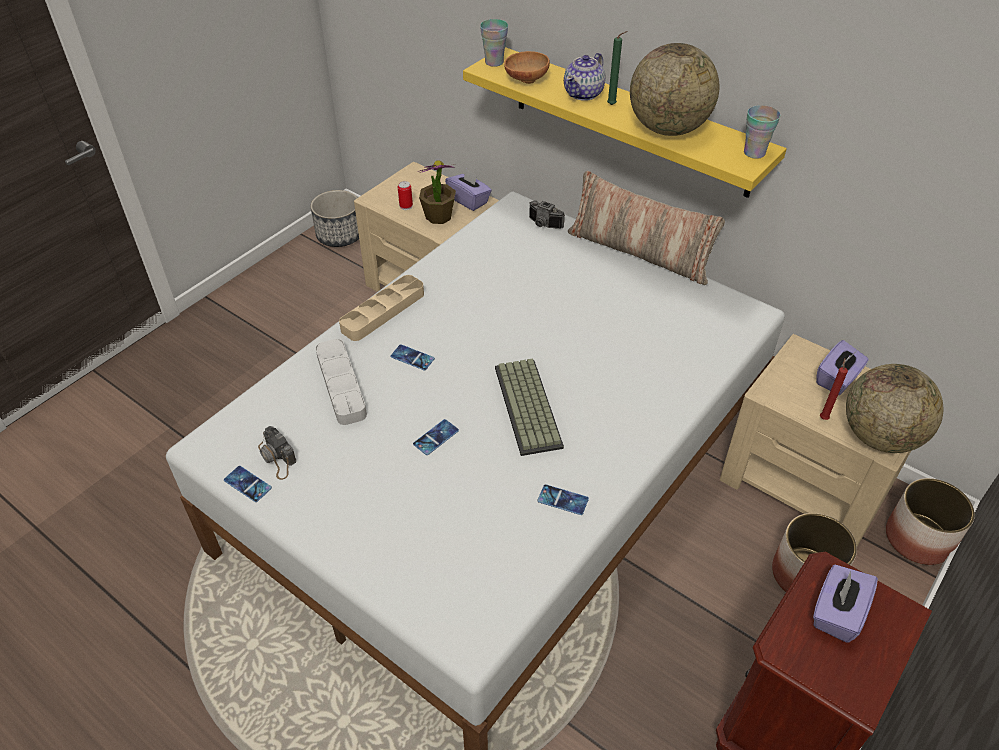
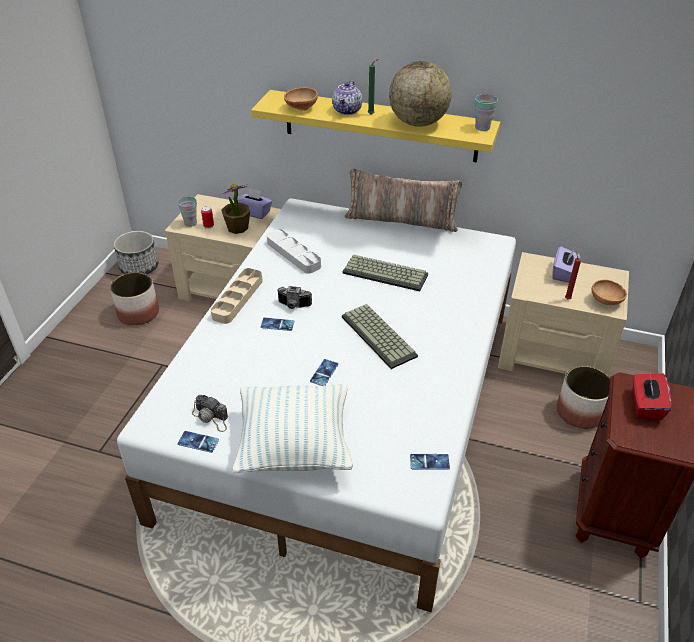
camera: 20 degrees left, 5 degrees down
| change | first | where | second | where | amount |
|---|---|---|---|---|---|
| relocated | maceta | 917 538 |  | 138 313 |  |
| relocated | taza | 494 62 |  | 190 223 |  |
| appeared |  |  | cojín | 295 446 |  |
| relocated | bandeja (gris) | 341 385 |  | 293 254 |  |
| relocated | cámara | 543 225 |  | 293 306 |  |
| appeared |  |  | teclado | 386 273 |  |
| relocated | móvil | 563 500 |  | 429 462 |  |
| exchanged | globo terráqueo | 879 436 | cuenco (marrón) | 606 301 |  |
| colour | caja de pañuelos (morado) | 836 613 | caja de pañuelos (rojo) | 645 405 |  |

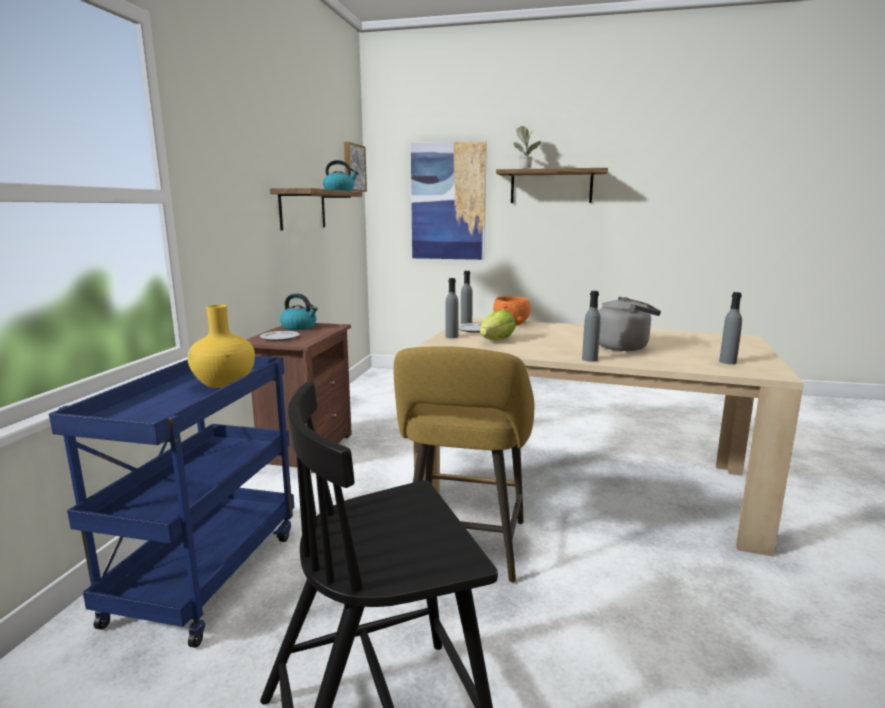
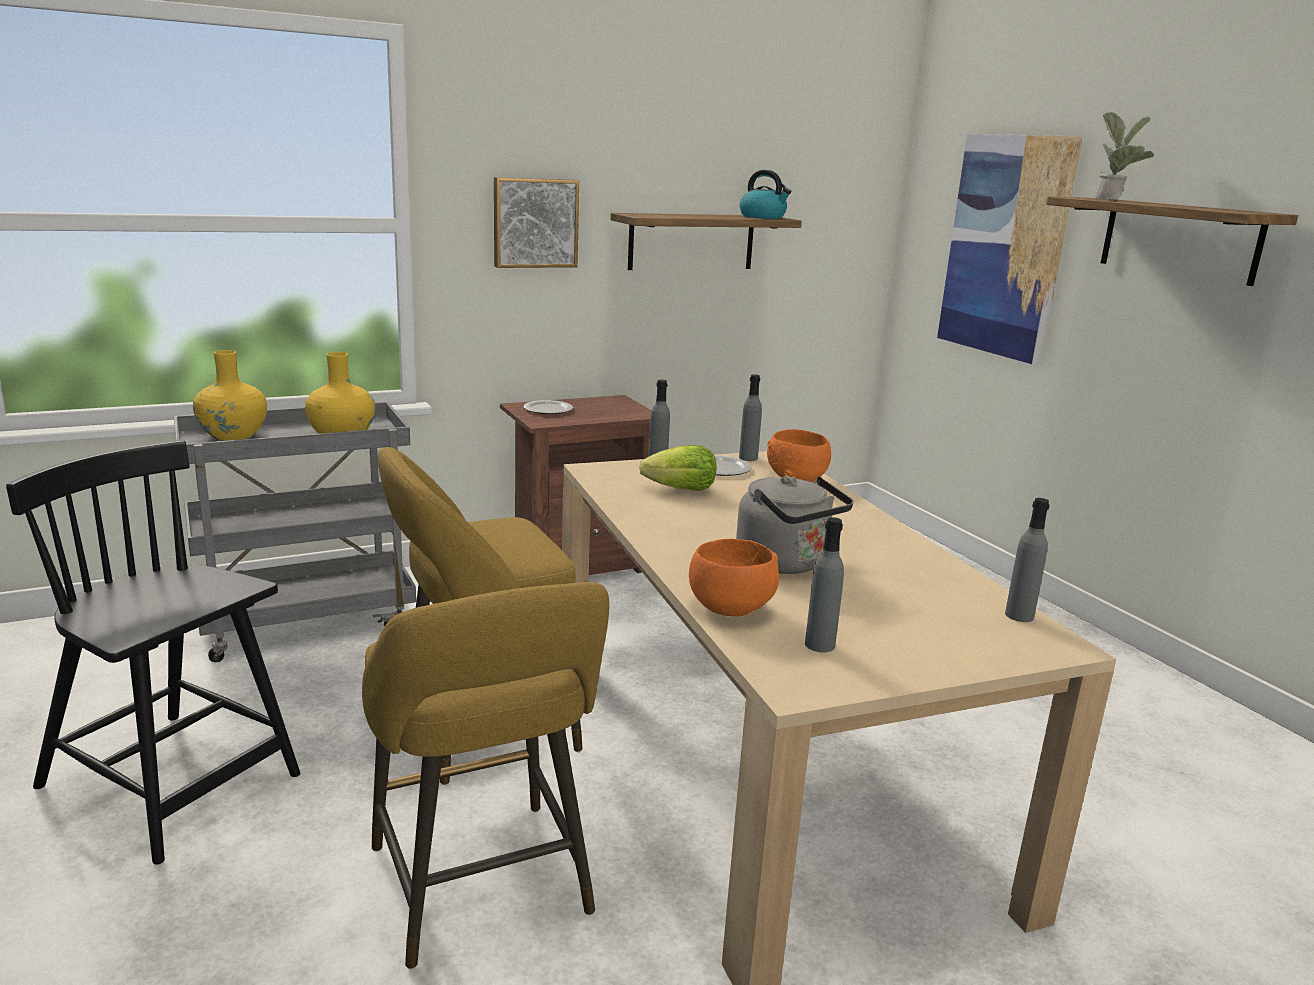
camera: 50 degrees right, 5 degrees up
| change | first | where | second | where | amount |
|---|---|---|---|---|---|
| colour | carrito (azul) | 207 574 | carrito (gris) | 309 621 |  |
| appeared |  |  | florero (amarillo) | 233 435 |  |
| appeared |  |  | taburete (amarillo) | 484 890 |  |
| relocated | cuadro | 353 167 |  | 535 223 |  |
| appeared |  |  | cuenco (naranja) | 729 609 |  |
| relocated | botella (gris) | 589 359 |  | 1019 615 |  |
| missing | hervidor | 299 327 |  |  |  |

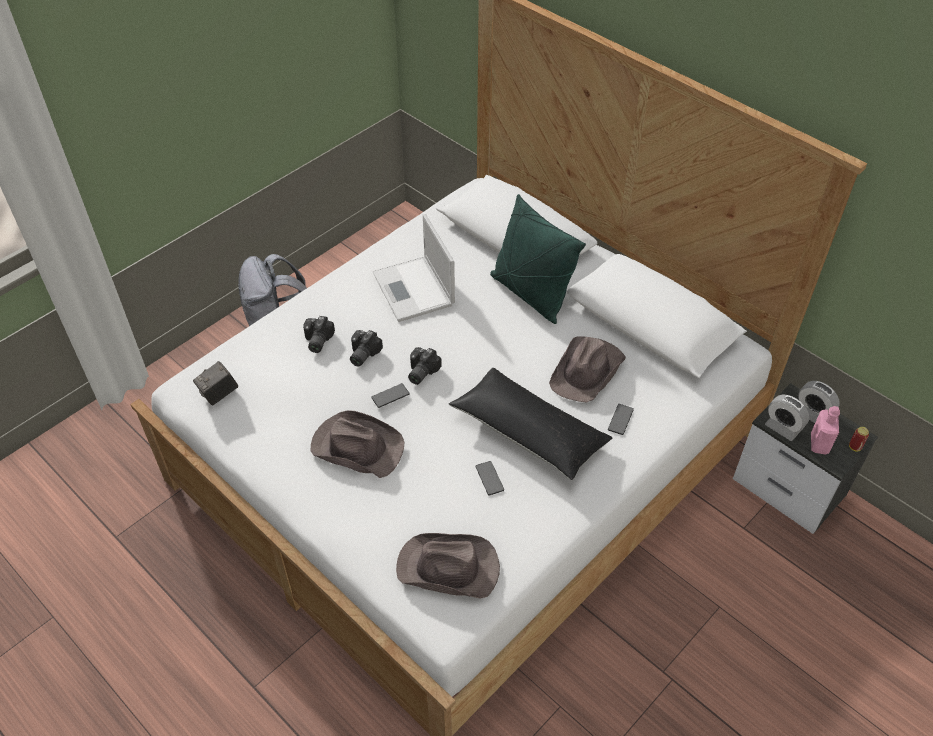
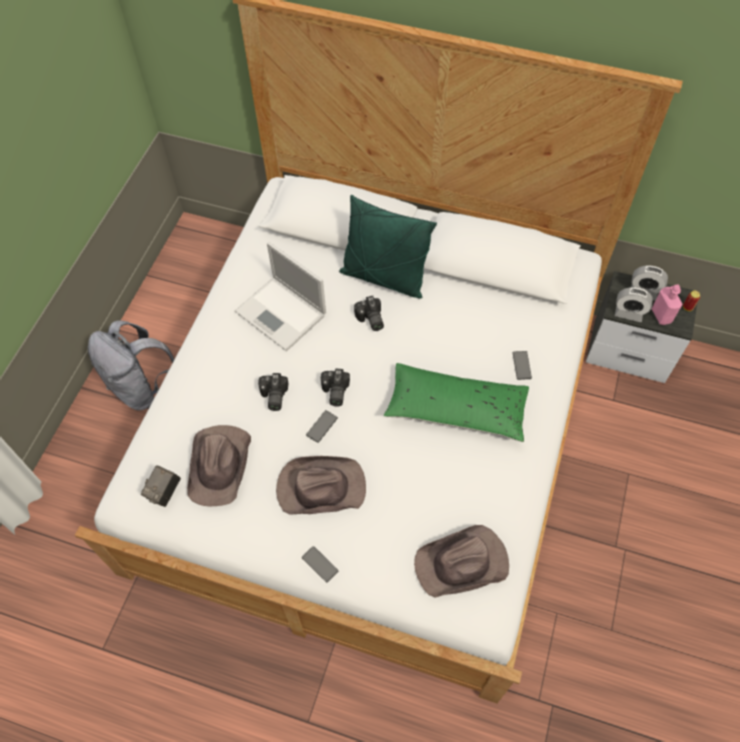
camera: 25 degrees left, 10 degrees up
| change | first | where | second | where | amount |
|---|---|---|---|---|---|
| relocated | sombrero (marrón) | 587 371 |  | 220 465 |  |
| relocated | móvil | 489 478 |  | 320 564 |  |
| relocated | cámara | 316 341 |  | 370 320 |  |
| colour | cojín (negro) | 529 432 | cojín (verde) | 456 409 |  |

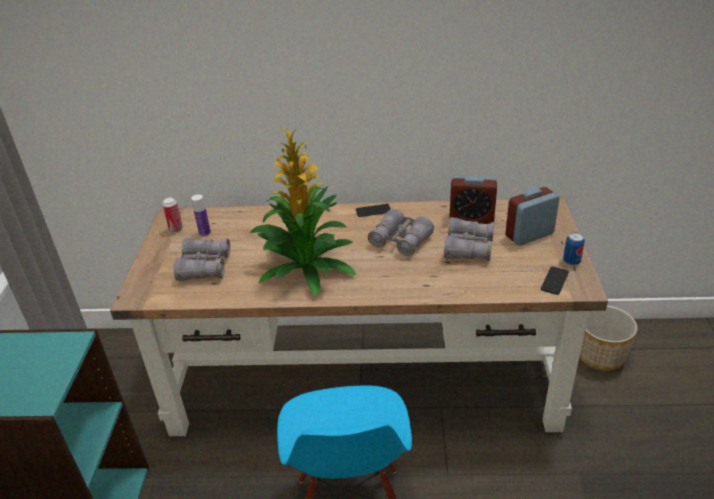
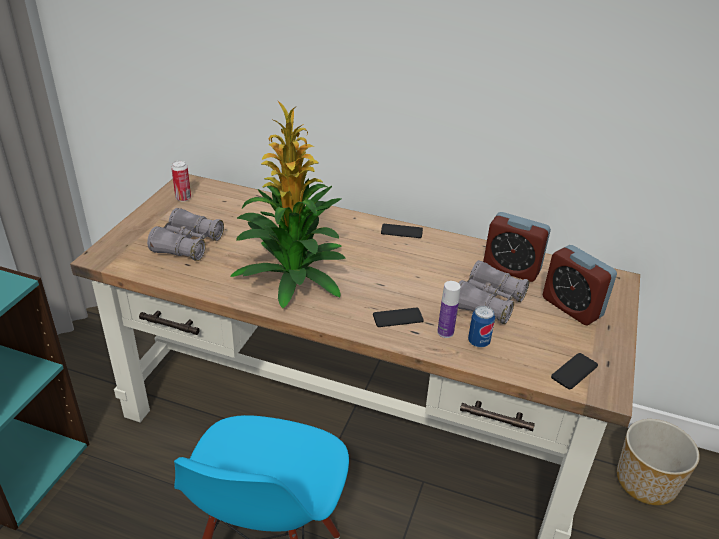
camera: 15 degrees right, 0 degrees up
| change | first | where | second | where | amount |
|---|---|---|---|---|---|
| appeared |  |  | móvil | 398 318 |  |
| relocated | botella | 205 233 |  | 445 332 |  |
| relocated | lata | 571 261 |  | 478 342 |  |
| spun | despertador | 529 235 |  | 572 307 | 120 degrees counterclockwise |
| missing | prismáticos (gris) | 400 241 |  |  |  |

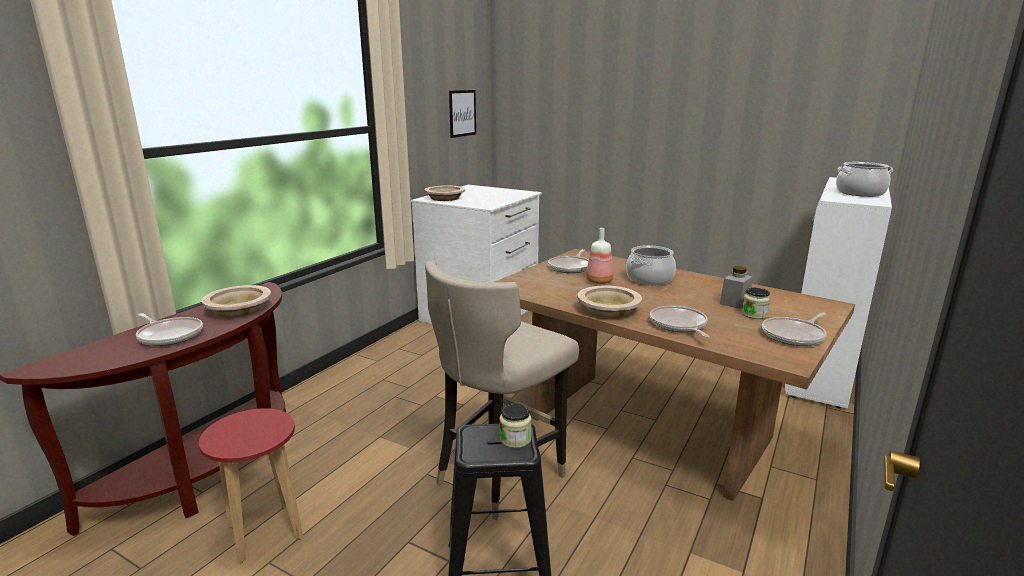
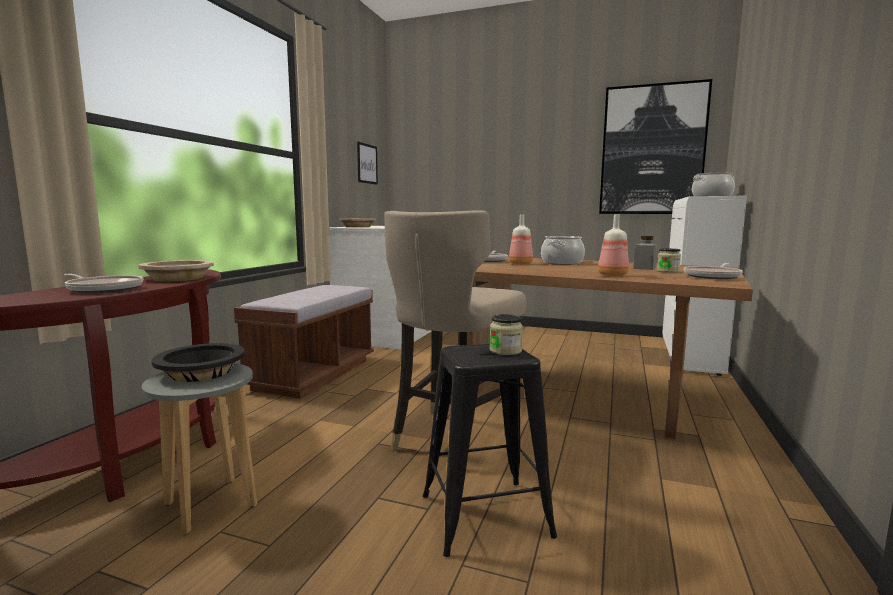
camera: 10 degrees left, 10 degrees down
| change | first | where | second | where | amount |
|---|---|---|---|---|---|
| colour | taburete (rojo) | 265 532 | taburete (gris) | 210 505 |  |
| appeared |  |  | cuenco (negro) | 201 372 |  |
| appeared |  |  | banco (marrón) | 313 374 |  |
| exchanged | sartén | 679 325 | botella | 612 275 |  |
| appeared |  |  | cuadro | 652 150 |  |
| missing | cuenco (beis) | 608 309 |  |  |  |

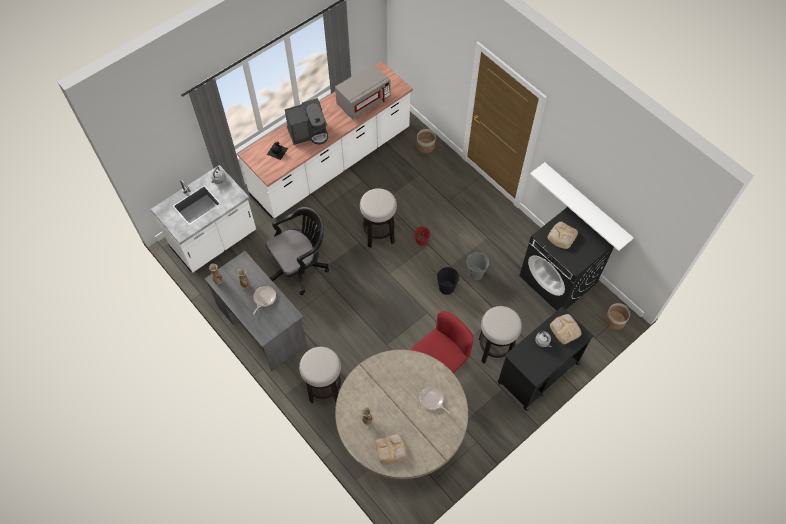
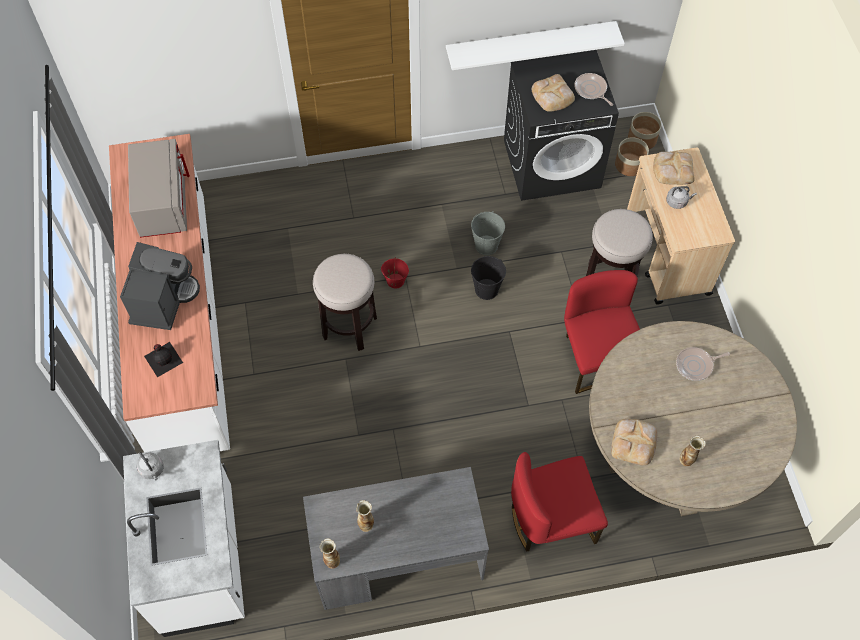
camera: 60 degrees left, 0 degrees up
| change | first | where | second | where | amount |
|---|---|---|---|---|---|
| exchanged | taburete | 324 388 | silla (rojo) | 551 519 |  |
| relocated | sartén | 264 298 |  | 591 90 |  |
| relocated | pan | 392 450 |  | 634 442 |  |
| relocated | maceta | 425 146 |  | 629 165 |  |
| colour | carrito (negro) | 537 373 | carrito (beis) | 667 255 |  |
| missing | silla de oficina (negro) | 300 266 |  |  |  |

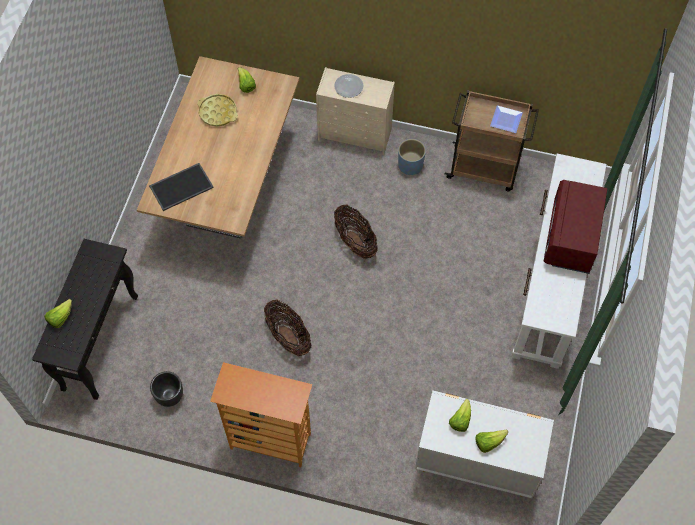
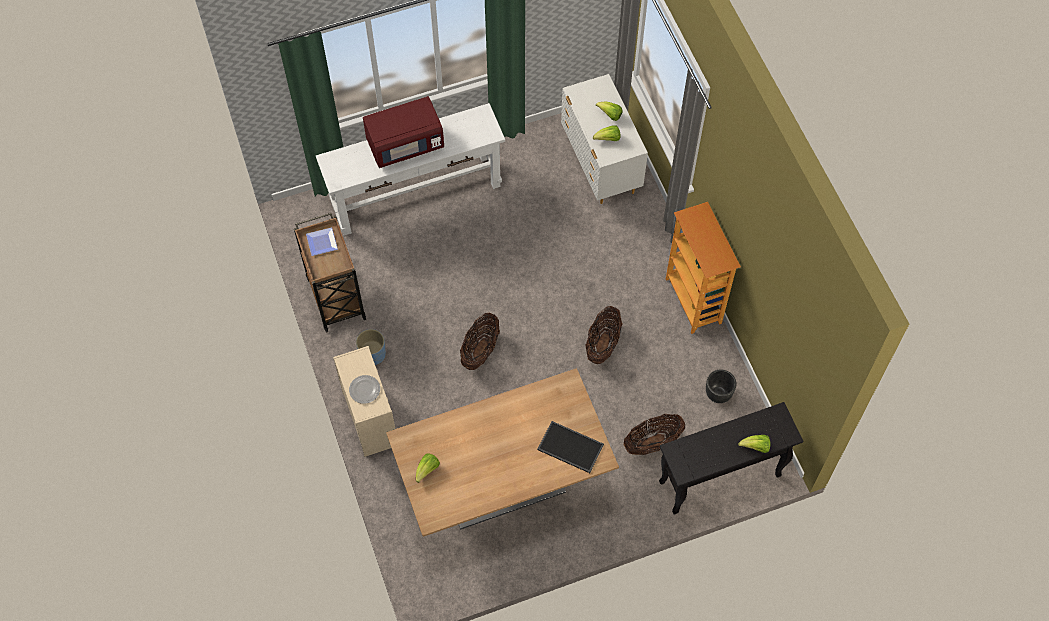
camera: 125 degrees left, 0 degrees up
| change | first | where | second | where | amount |
|---|---|---|---|---|---|
| appeared |  |  | cesta | 652 442 |  |
| missing | bandeja (amarillo) | 218 112 |  |  |  |

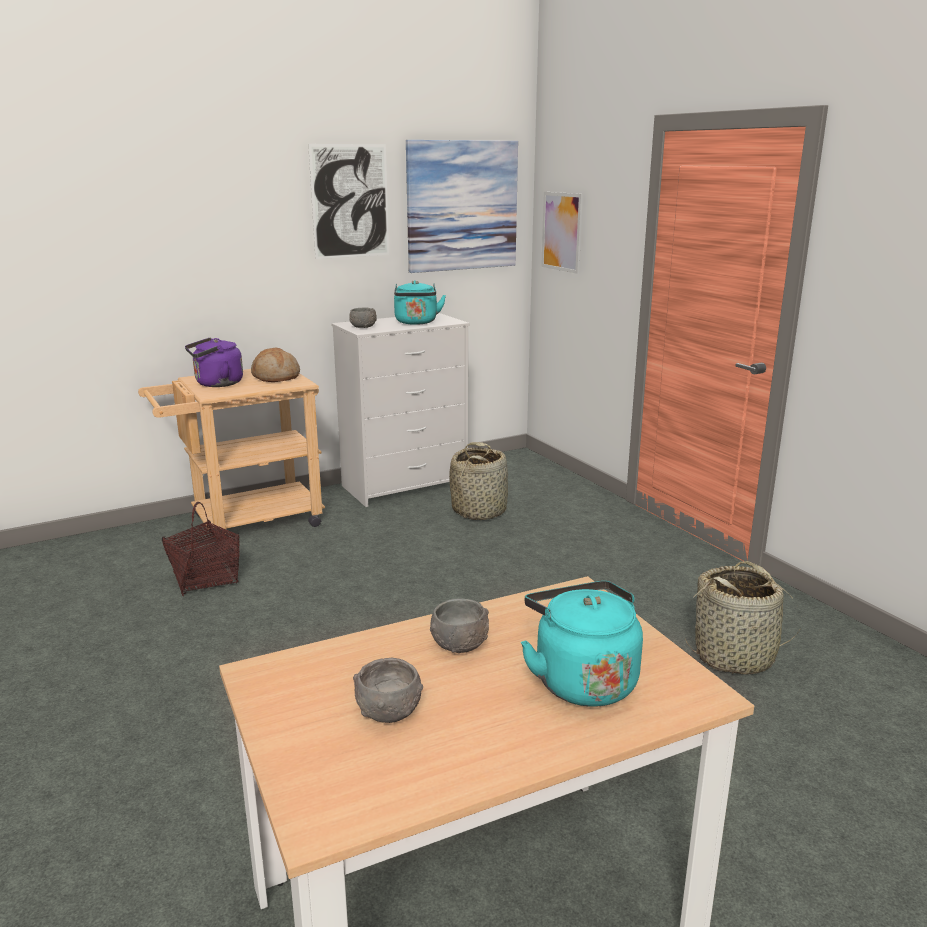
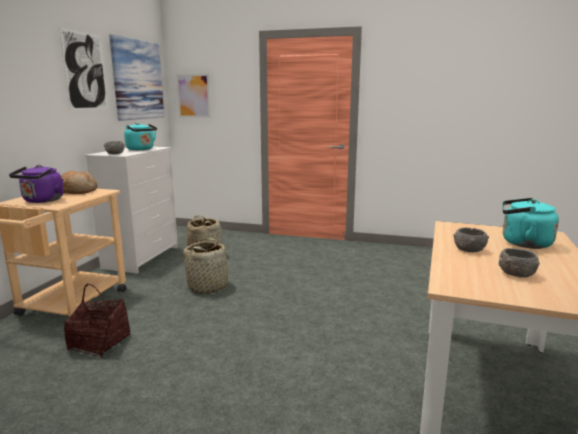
camera: 45 degrees left, 5 degrees down
| change | first | where | second | where | amount |
|---|---|---|---|---|---|
| relocated | cesta | 735 656 |  | 208 286 |  |

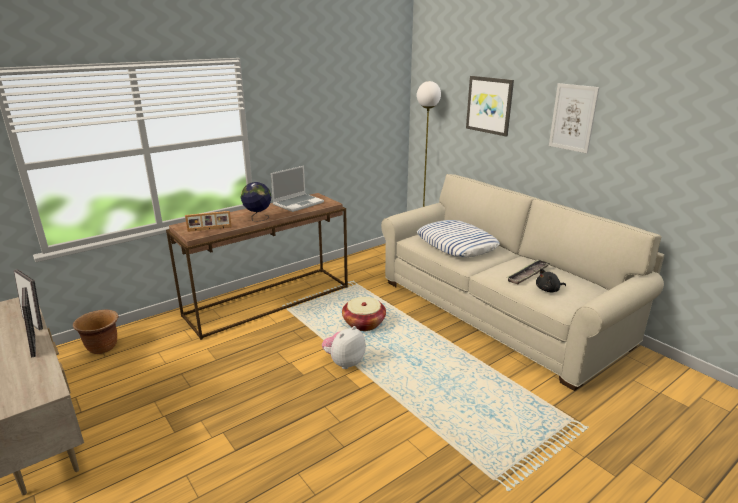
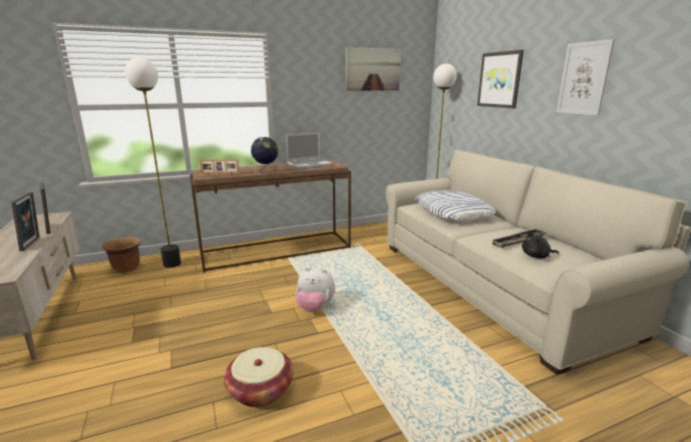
camera: 15 degrees right, 5 degrees down
| change | first | where | second | where | amount |
|---|---|---|---|---|---|
| appeared |  |  | lámpara de pie | 171 264 |  |
| relocated | cesta | 364 323 |  | 260 390 |  |
| spun | peluche | 344 362 |  | 315 307 | 135 degrees counterclockwise |
| appeared |  |  | cuadro | 373 69 |  |

